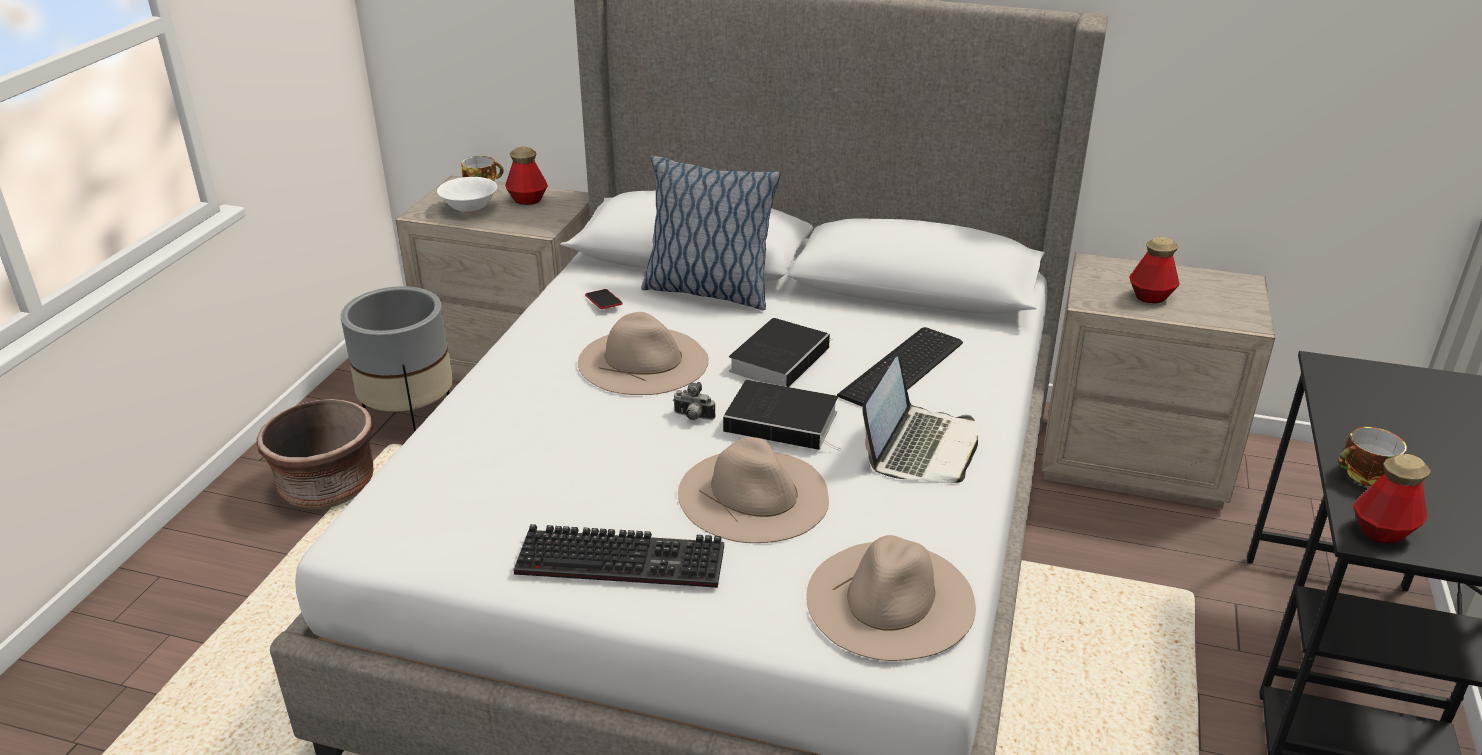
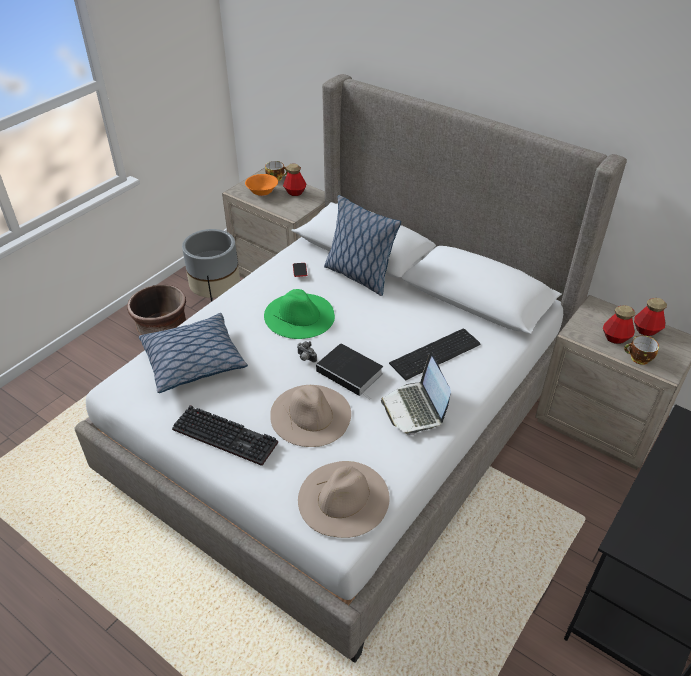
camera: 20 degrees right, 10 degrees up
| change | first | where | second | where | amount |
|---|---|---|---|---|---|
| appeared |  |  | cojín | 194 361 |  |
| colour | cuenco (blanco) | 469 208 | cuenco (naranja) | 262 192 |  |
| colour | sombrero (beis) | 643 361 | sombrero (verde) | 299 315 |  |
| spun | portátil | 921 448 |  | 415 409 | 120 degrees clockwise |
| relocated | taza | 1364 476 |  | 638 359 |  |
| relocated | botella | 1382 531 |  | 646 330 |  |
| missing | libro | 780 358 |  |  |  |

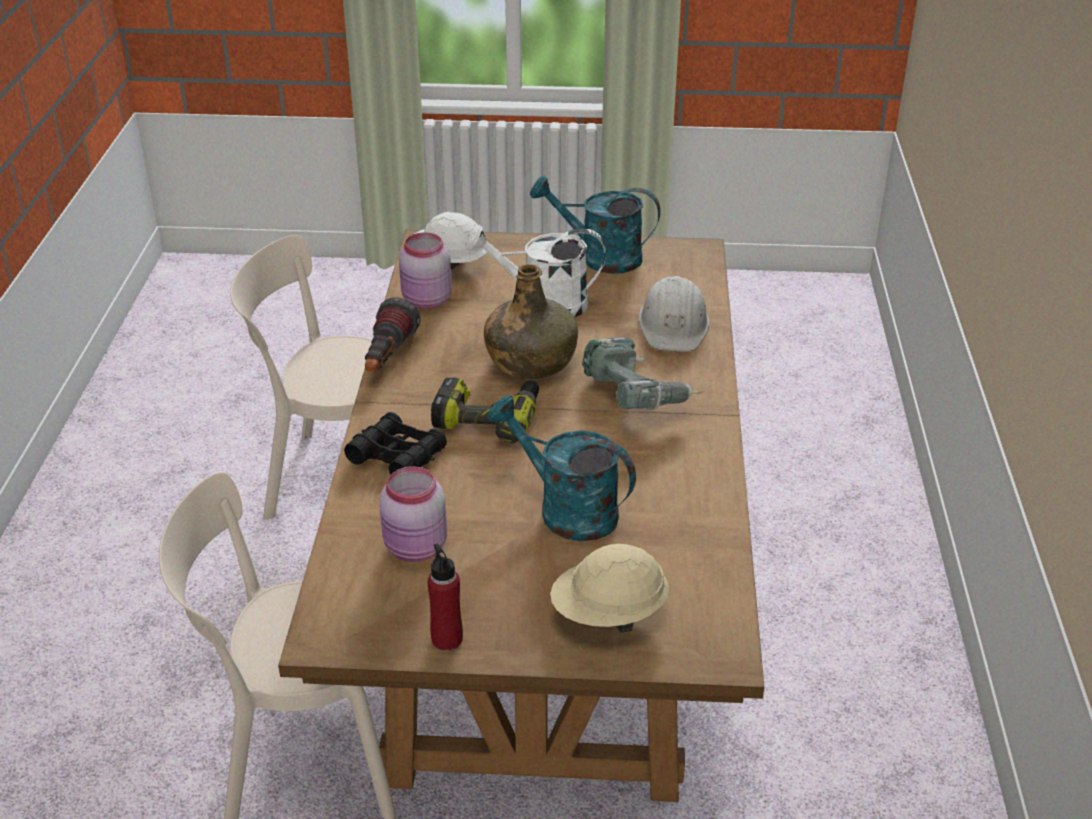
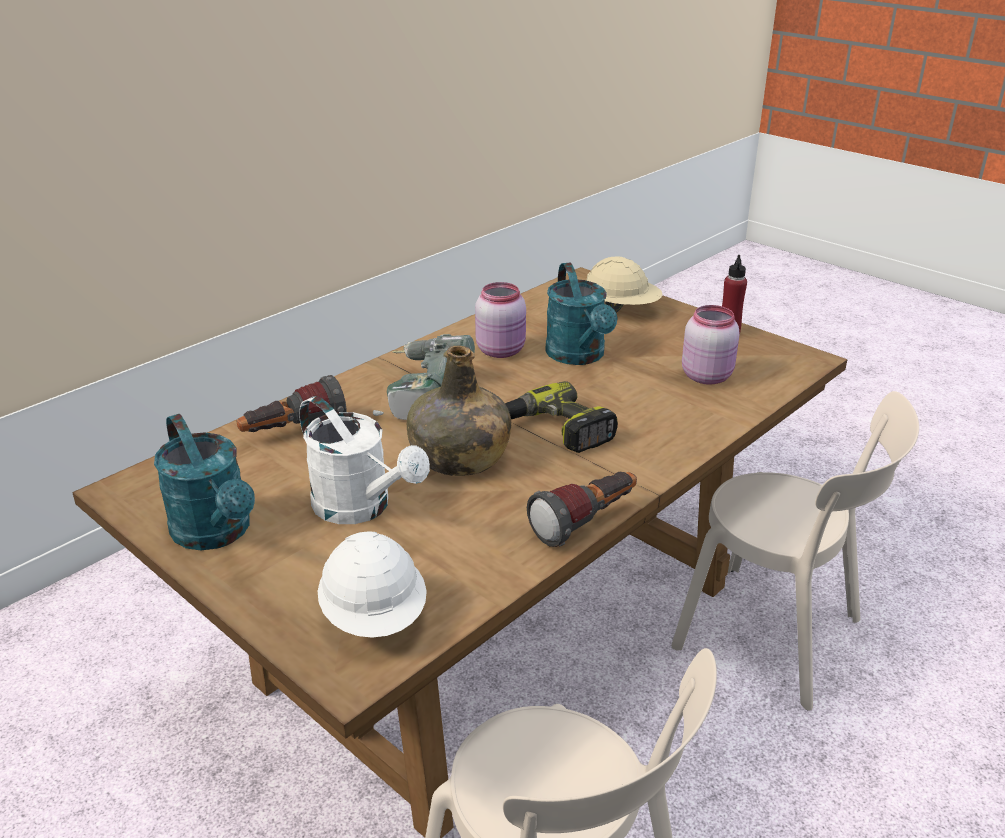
camera: 140 degrees left, 5 degrees down
| change | first | where | second | where | amount |
|---|---|---|---|---|---|
| exchanged | casco (blanco) | 674 325 | linterna | 293 431 |  |
| relocated | tarro (rosa) | 426 301 |  | 502 350 |  |
| missing | prismáticos (negro) | 397 456 |  |  |  |

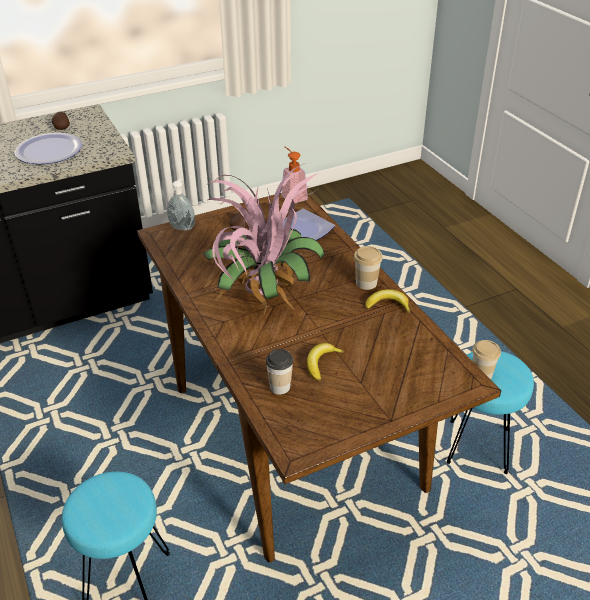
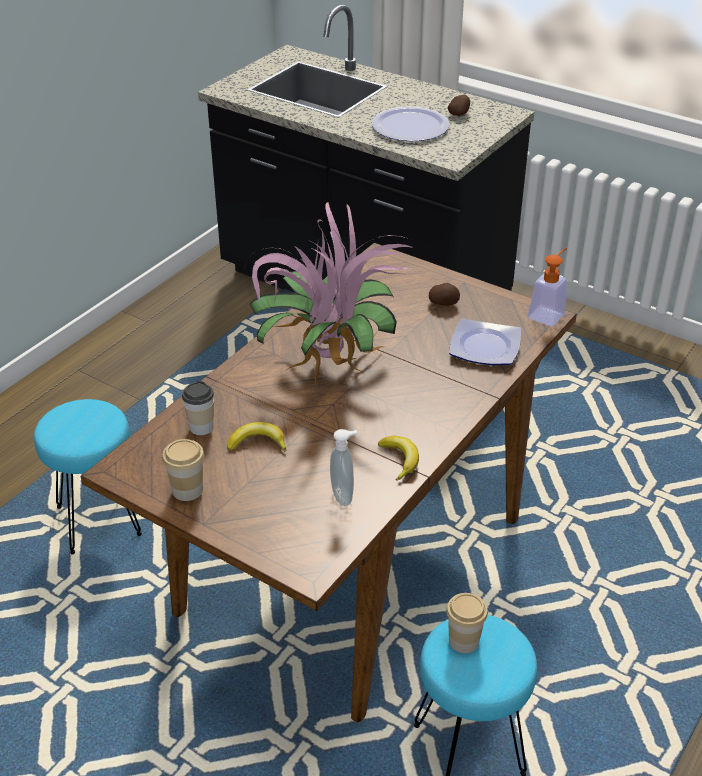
camera: 60 degrees right, 0 degrees up
| change | first | where | second | where | amount |
|---|---|---|---|---|---|
| relocated | taza | 366 283 |  | 187 490 |  |
| relocated | dispensador de jabón | 183 227 |  | 344 495 |  |

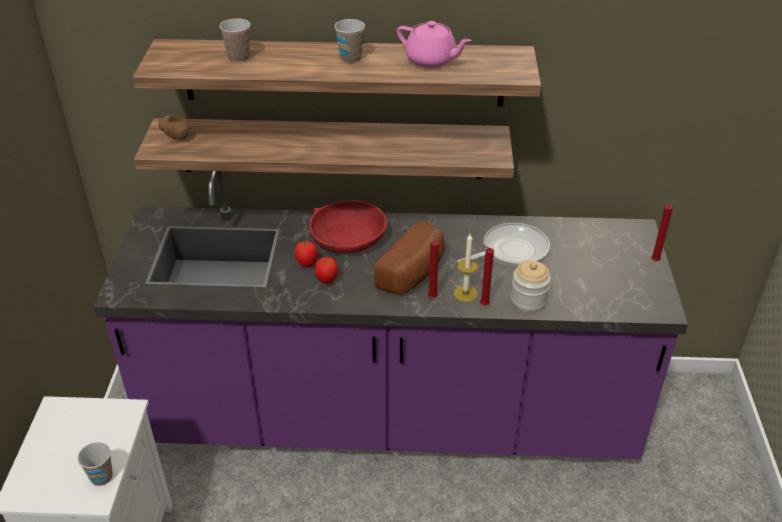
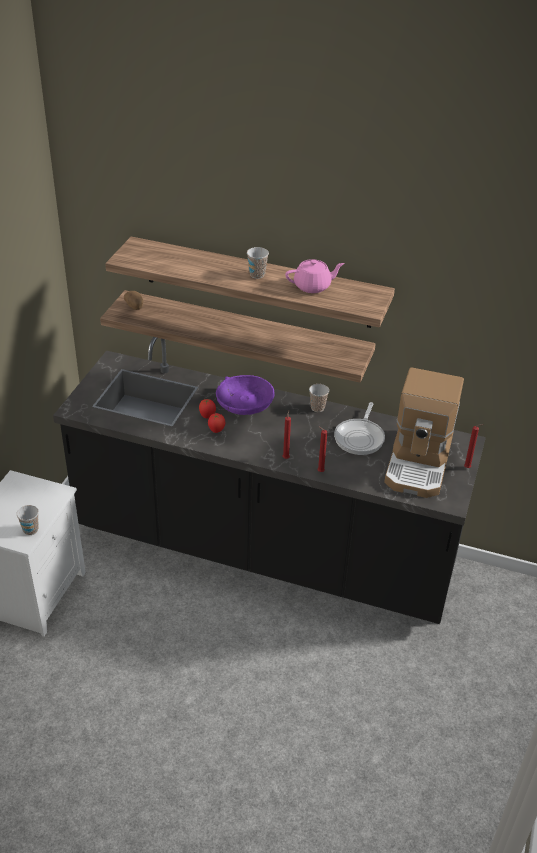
camera: 15 degrees right, 0 degrees up
| change | first | where | second | where | amount |
|---|---|---|---|---|---|
| colour | mueble bajo de cocina (morado) | 391 419 | mueble bajo de cocina (negro) | 264 551 |  |
| colour | cuenco (rojo) | 347 237 | cuenco (morado) | 244 403 |  |
| spun | tetera (rosa) | 431 60 |  | 313 286 | 60 degrees counterclockwise |
| relocated | taza | 238 57 |  | 317 408 |  |
| spun | sartén | 511 251 |  | 360 437 | 120 degrees clockwise |
| appeared |  |  | cafetera | 419 462 |  |
| missing | pan | 414 273 |  |  |  |
| missing | vela | 465 294 |  |  |  |
| missing | tarro | 528 301 |  |  |  |

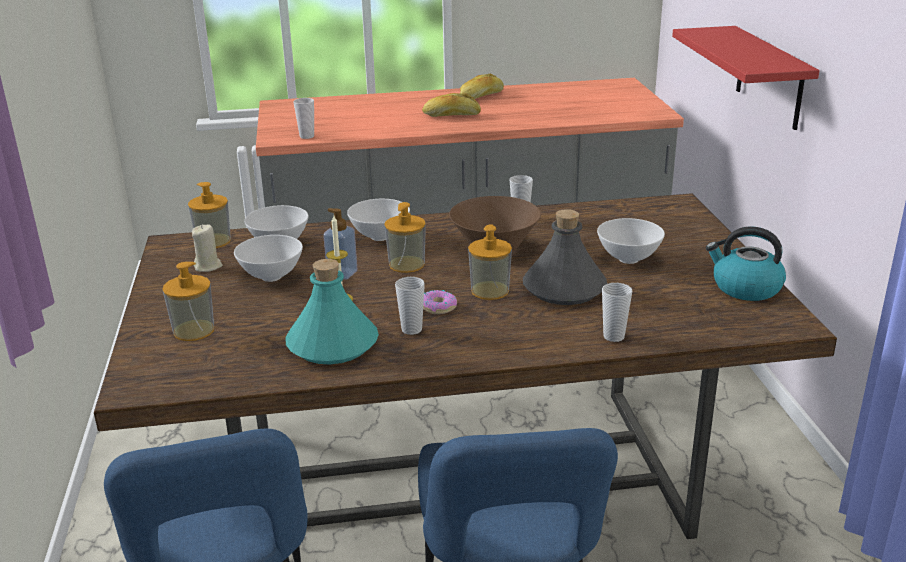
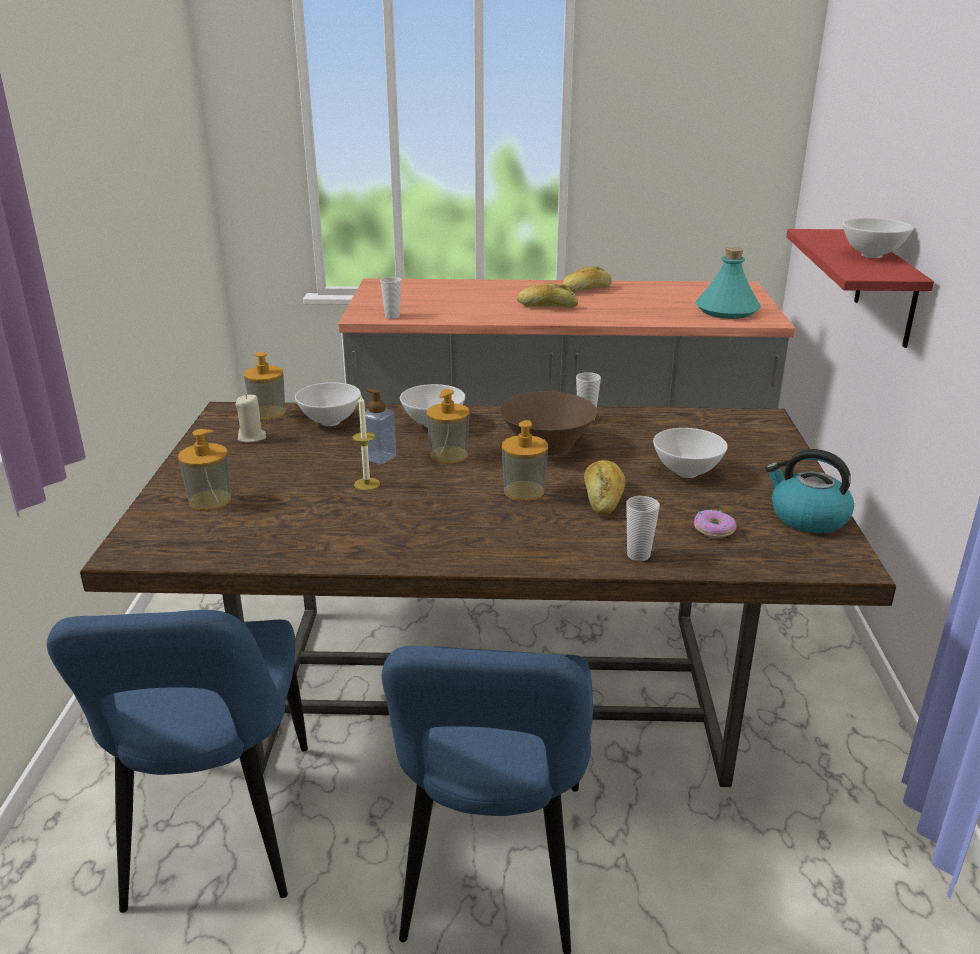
camera: 10 degrees right, 0 degrees up
| change | first | where | second | where | amount |
|---|---|---|---|---|---|
| exchanged | botella (gris) | 563 289 | pan | 603 497 |  |
| relocated | rosquilla | 438 307 |  | 714 529 |  |
| relocated | botella (turquesa) | 332 345 |  | 726 311 |  |
| relocated | cuenco (blanco) | 272 277 |  | 872 255 |  |
| missing | taza | 411 329 |  |  |  |

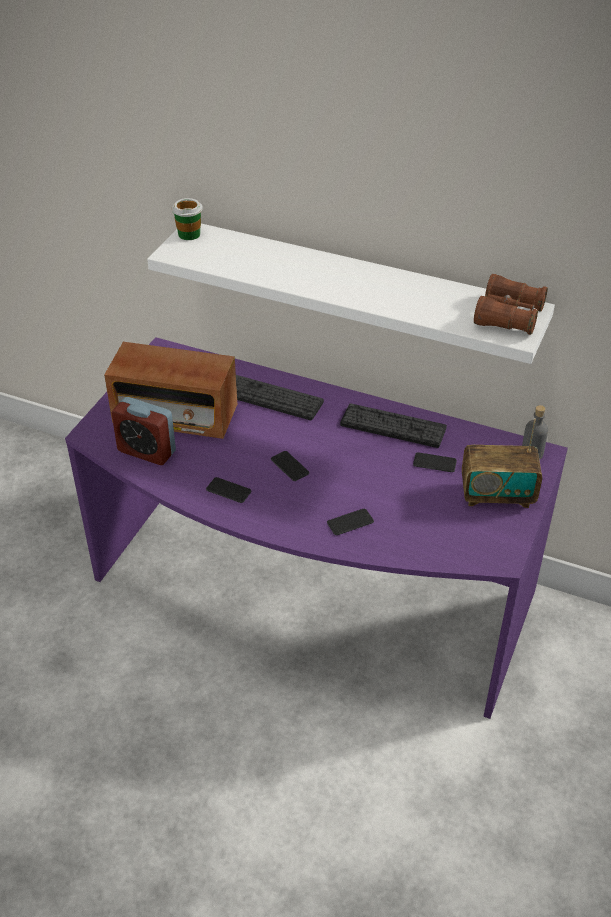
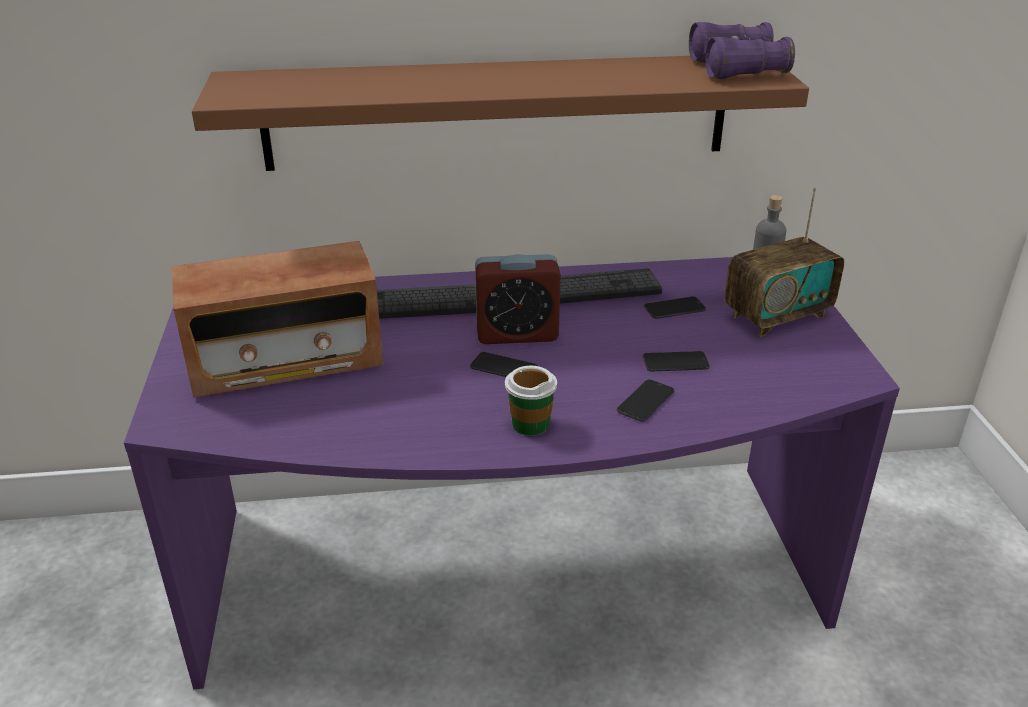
camera: 30 degrees left, 10 degrees down
| change | first | where | second | where | amount |
|---|---|---|---|---|---|
| colour | estante (blanco) | 359 290 | estante (marrón) | 497 112 |  |
| relocated | despertador | 146 451 |  | 517 334 |  |
| relocated | taza | 189 234 |  | 530 424 |  |
| relocated | móvil | 228 490 |  | 675 362 |  |
| colour | prismáticos (marrón) | 508 316 | prismáticos (morado) | 736 68 |  |

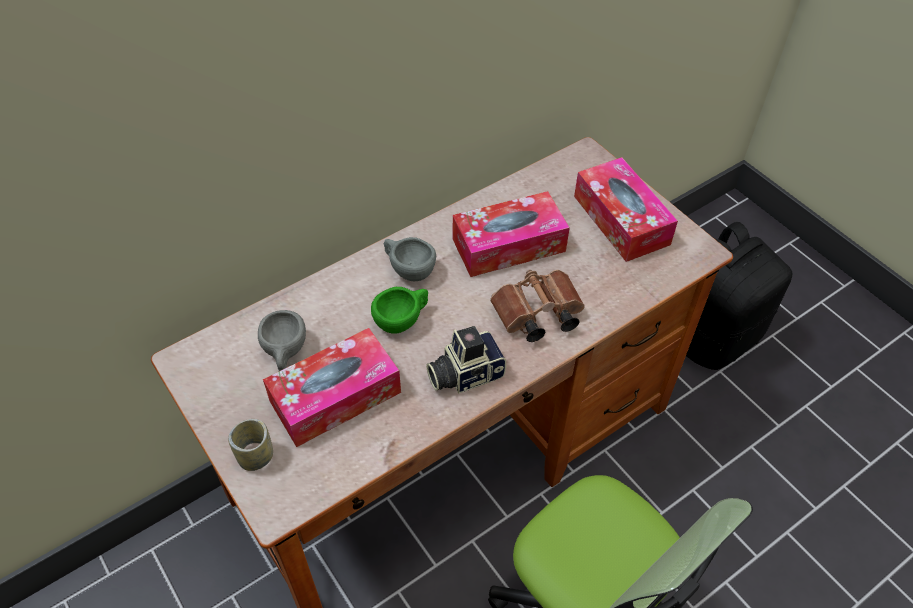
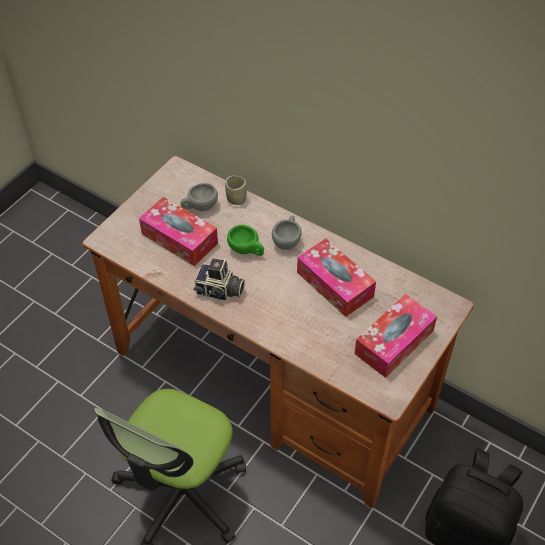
camera: 70 degrees right, 0 degrees up
| change | first | where | second | where | amount |
|---|---|---|---|---|---|
| spun | cámara | 464 373 |  | 220 291 | 150 degrees clockwise |
| relocated | taza | 256 457 |  | 236 199 |  |
| missing | prismáticos (marrón) | 535 316 |  |  |  |

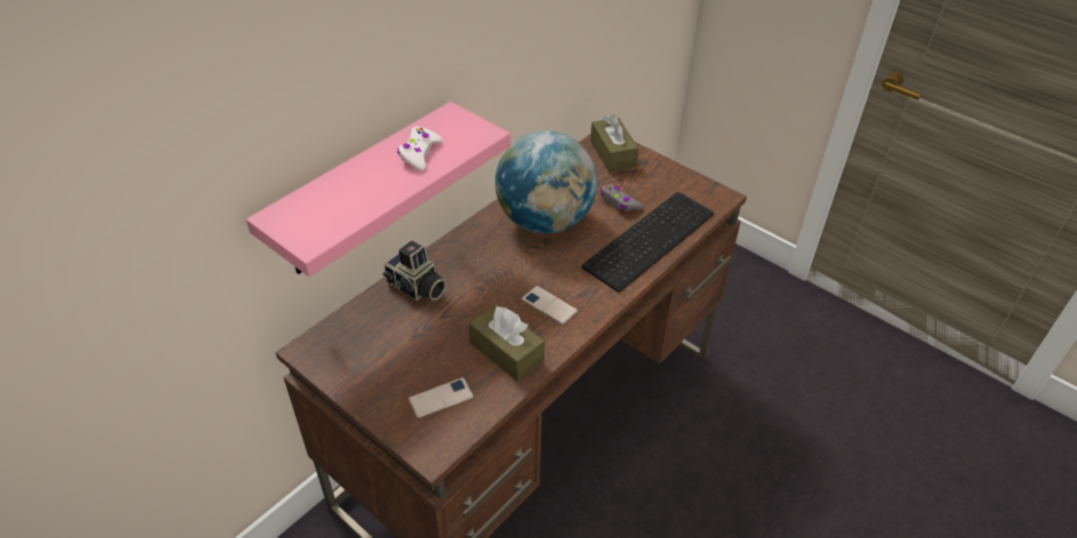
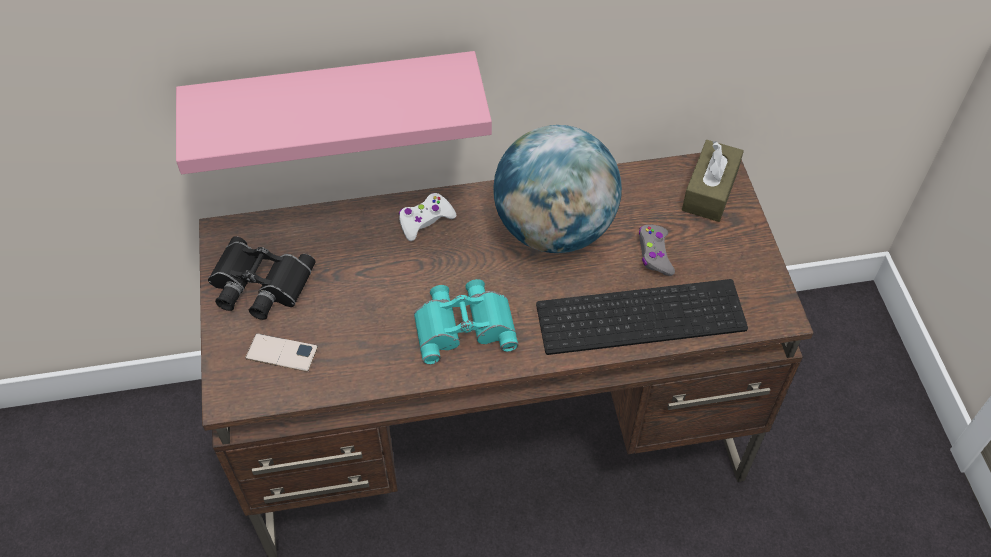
camera: 40 degrees right, 10 degrees up
| change | first | where | second | where | amount |
|---|---|---|---|---|---|
| appeared |  |  | prismáticos (negro) | 258 285 |  |
| relocated | mando de consola (blanco) | 419 154 |  | 425 221 |  |
| exchanged | móvil | 549 305 | prismáticos (turquesa) | 464 324 |  |
| missing | cámara | 416 288 |  |  |  |
| missing | caja de pañuelos (marrón) | 506 352 |  |  |  |

